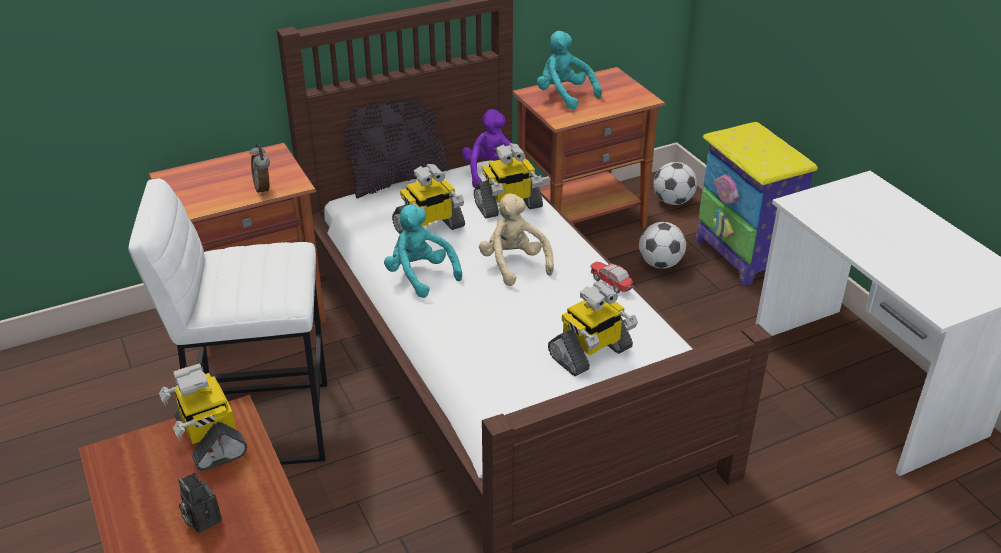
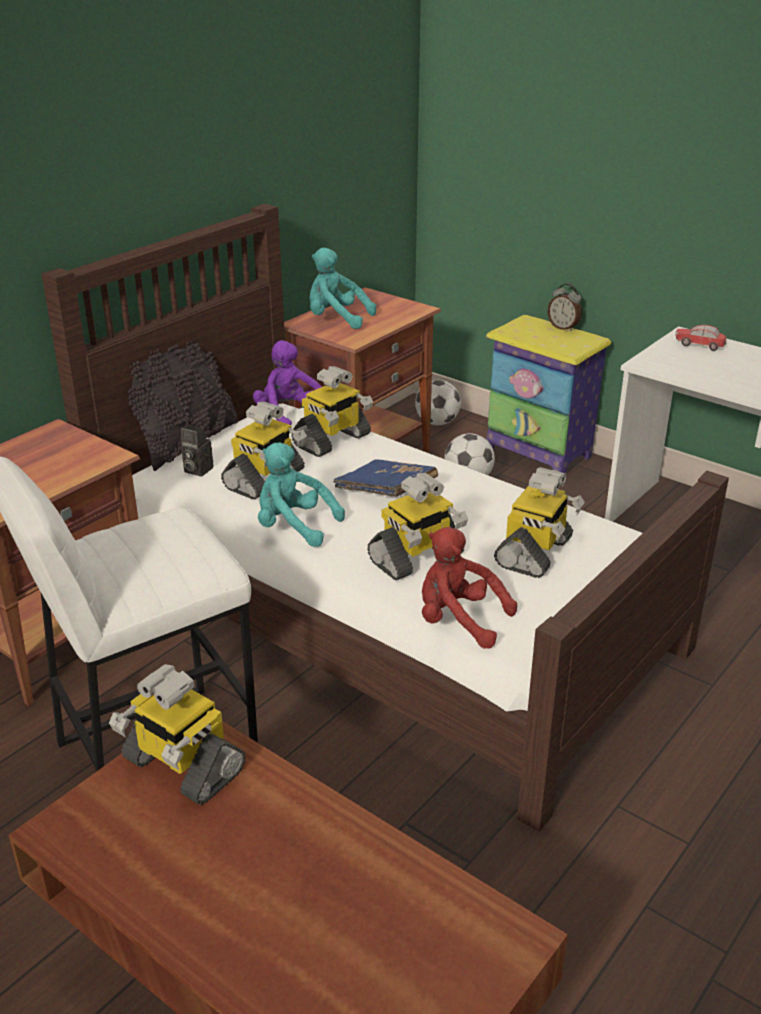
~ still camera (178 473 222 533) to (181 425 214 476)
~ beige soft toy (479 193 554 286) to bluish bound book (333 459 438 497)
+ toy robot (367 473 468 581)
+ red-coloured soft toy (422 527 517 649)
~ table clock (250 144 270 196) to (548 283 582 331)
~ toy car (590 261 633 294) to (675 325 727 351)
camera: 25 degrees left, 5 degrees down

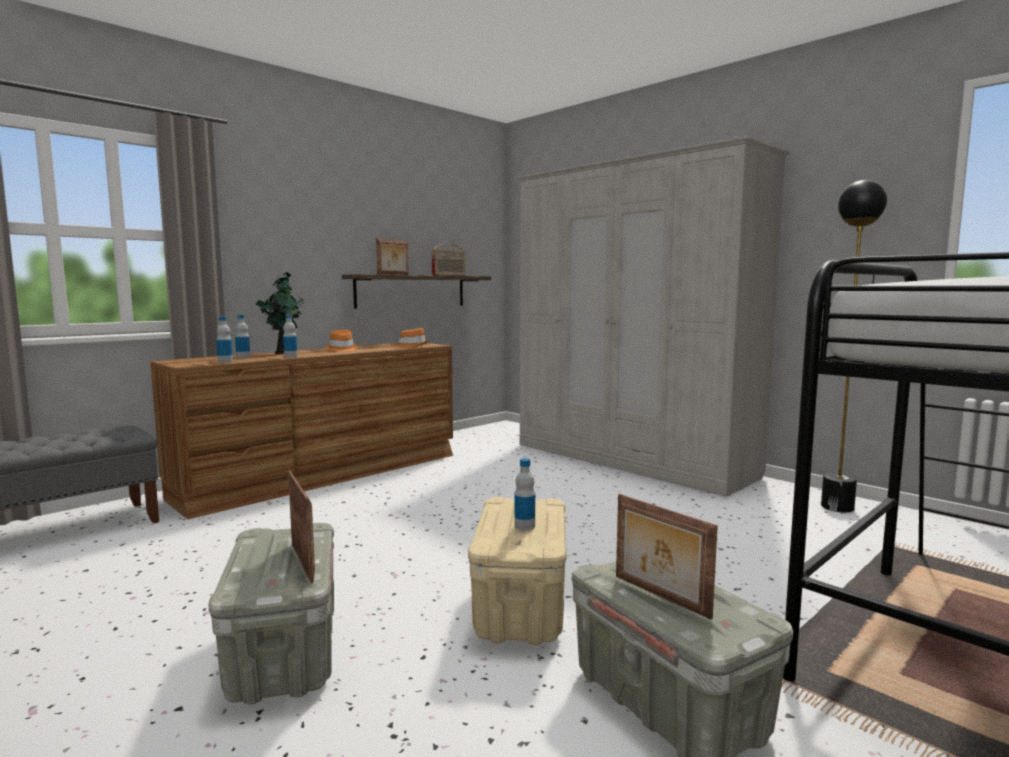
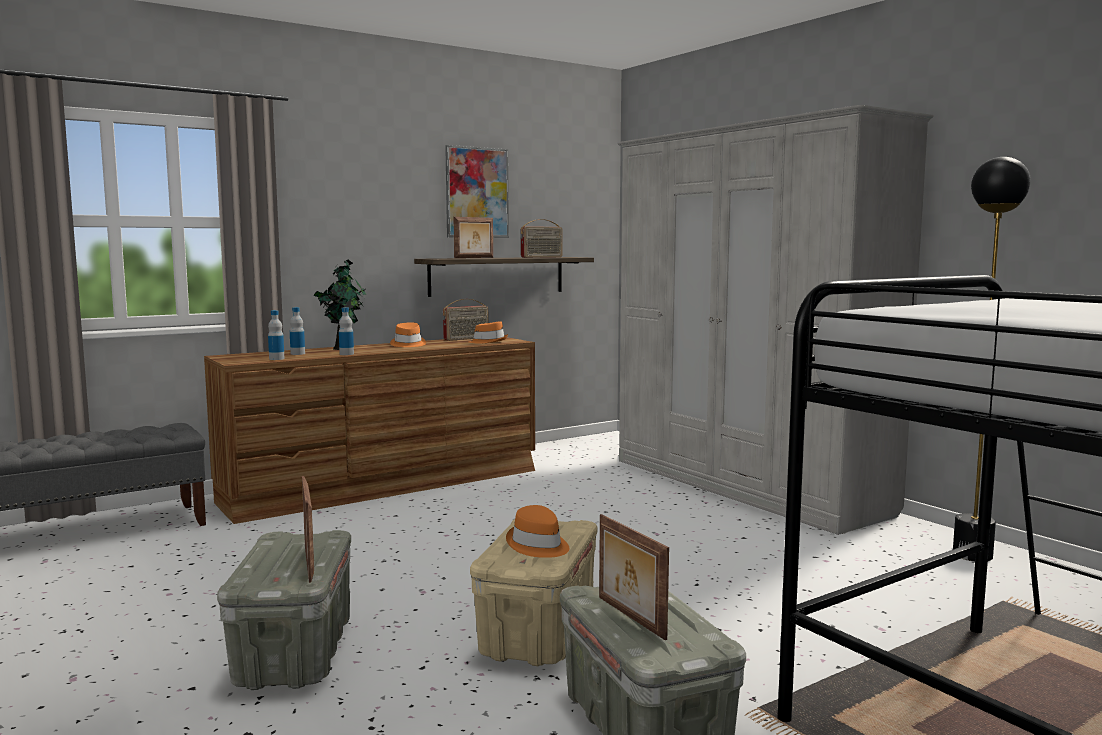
+ radio receiver (443 299 488 341)
+ picture (445 145 509 238)
~ bottle (514 458 535 530) to orange hat (506 505 569 558)
camera: 10 degrees right, 0 degrees up

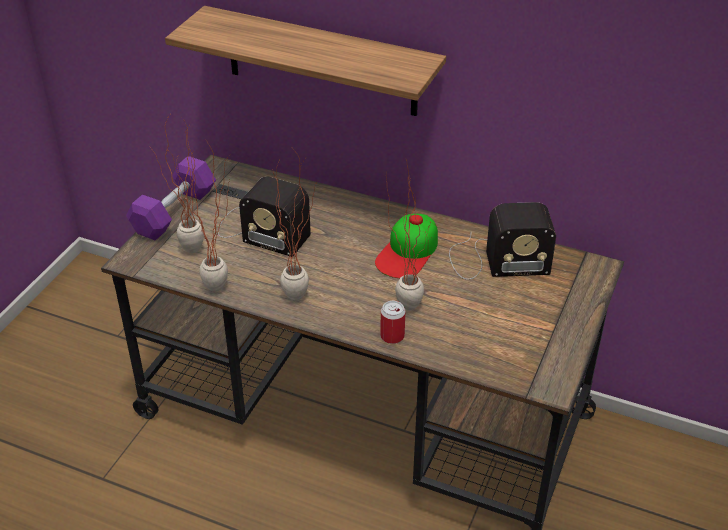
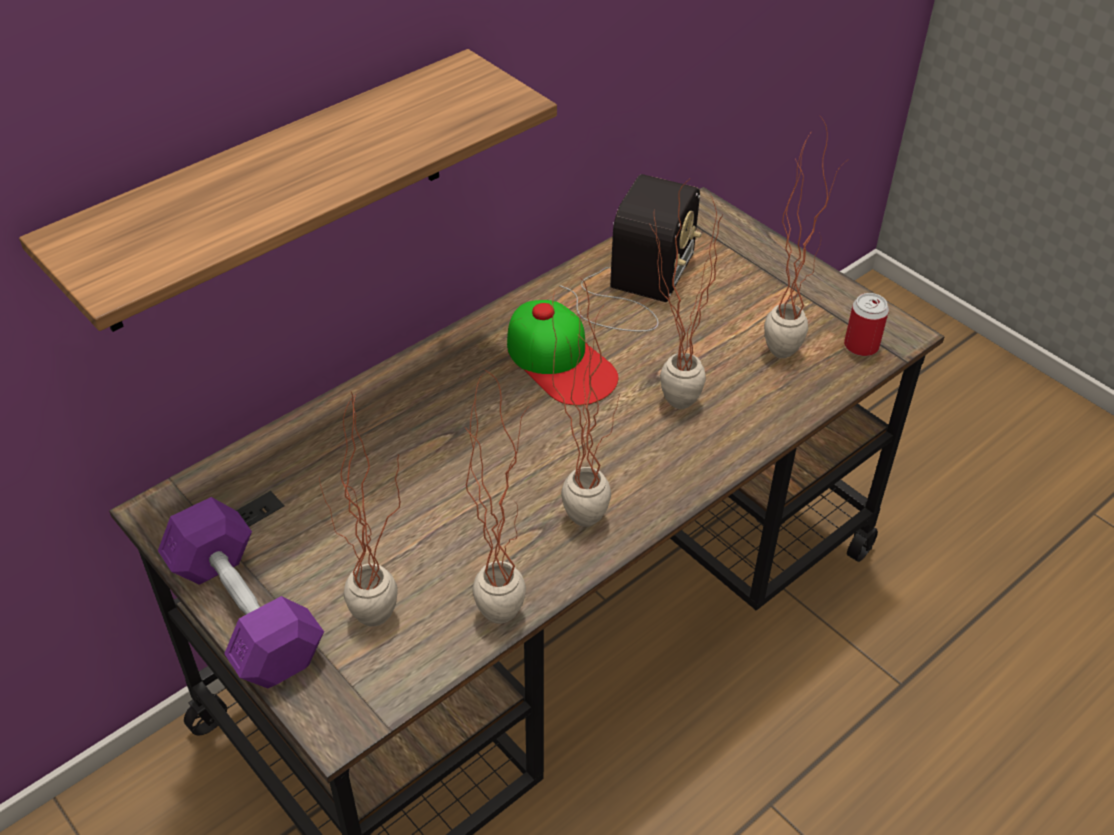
+ potted plant (764 116 845 358)
~ metal can (380 301 405 344) to (844 293 889 356)
- radio receiver (218 176 311 257)
camera: 65 degrees left, 5 degrees up

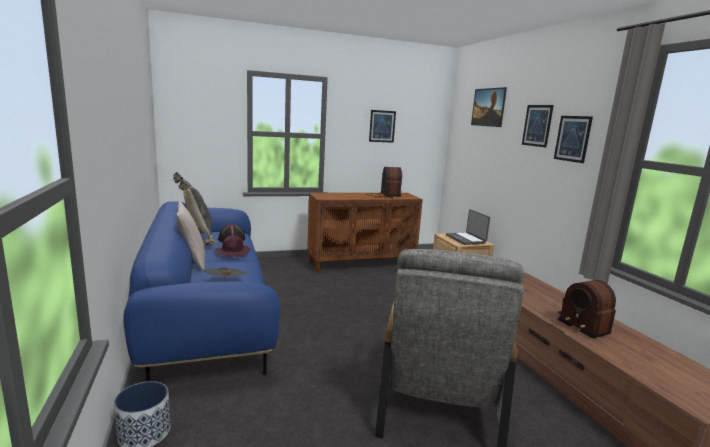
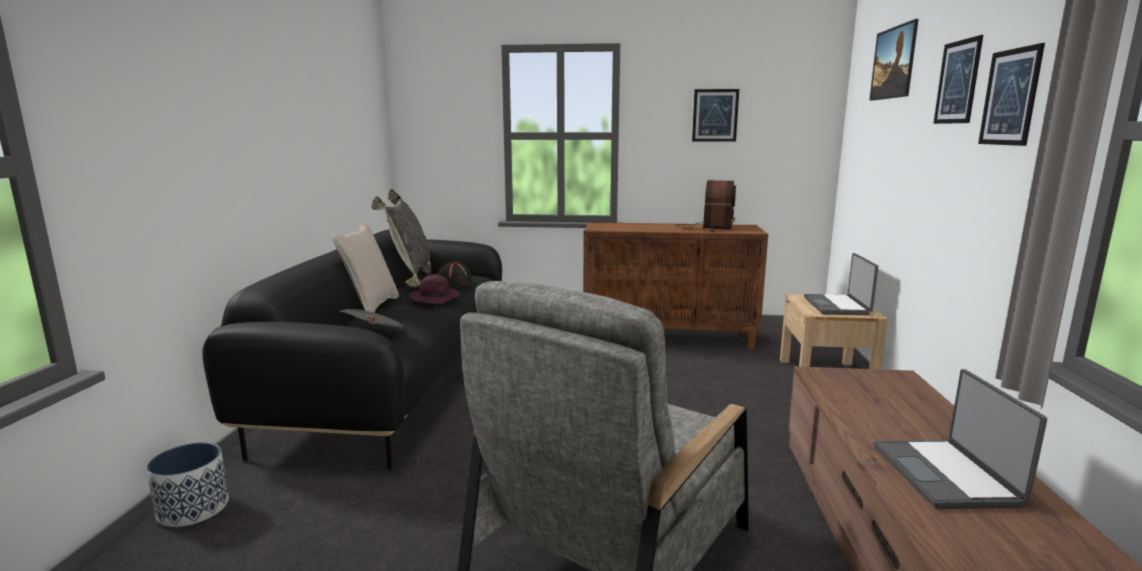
~ bluish settee (123 201 280 382) to black settee (202 229 502 469)
~ radio receiver (558 280 616 338) to laptop (874 369 1047 509)
camera: 25 degrees right, 0 degrees up

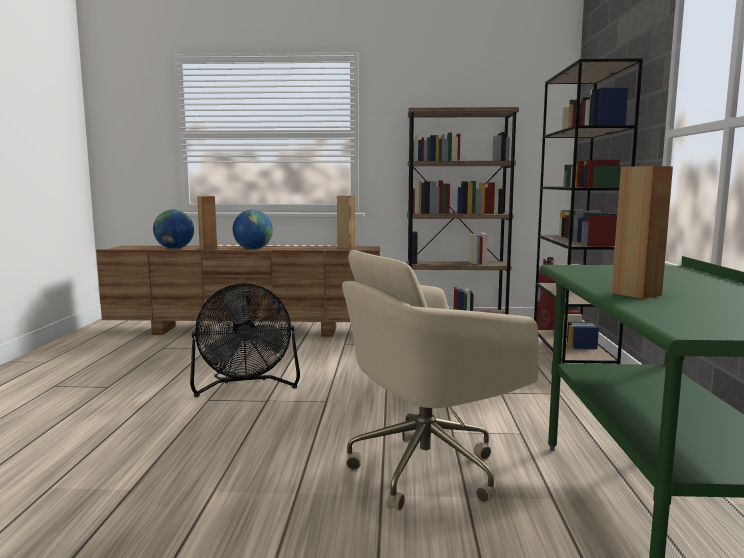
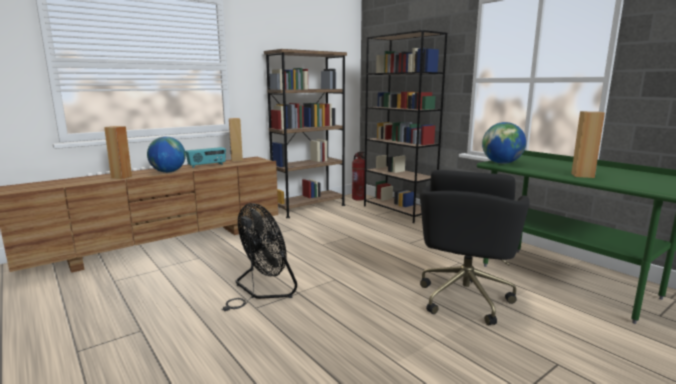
+ radio receiver (185 147 226 168)
~ black electric fan (190 283 300 397) = (221 203 297 311) 75 degrees counterclockwise
~ beige desk chair (342 250 538 511) to black desk chair (420 170 530 325)
~ globe (153 210 194 249) to (482 122 526 164)
camera: 40 degrees left, 5 degrees up

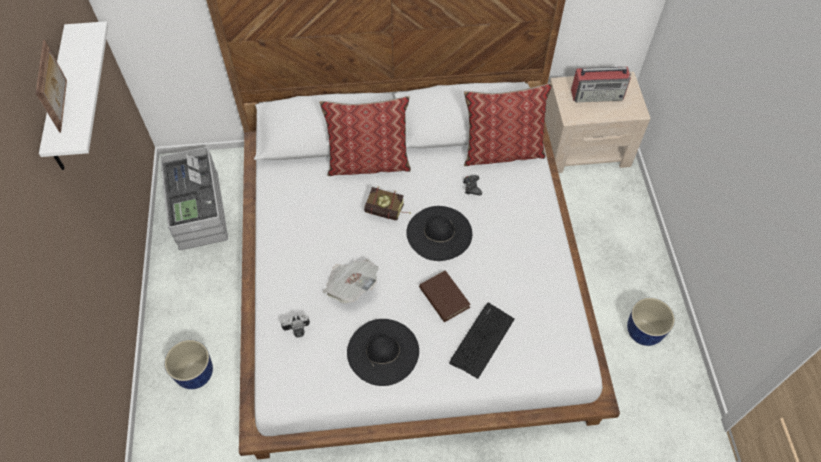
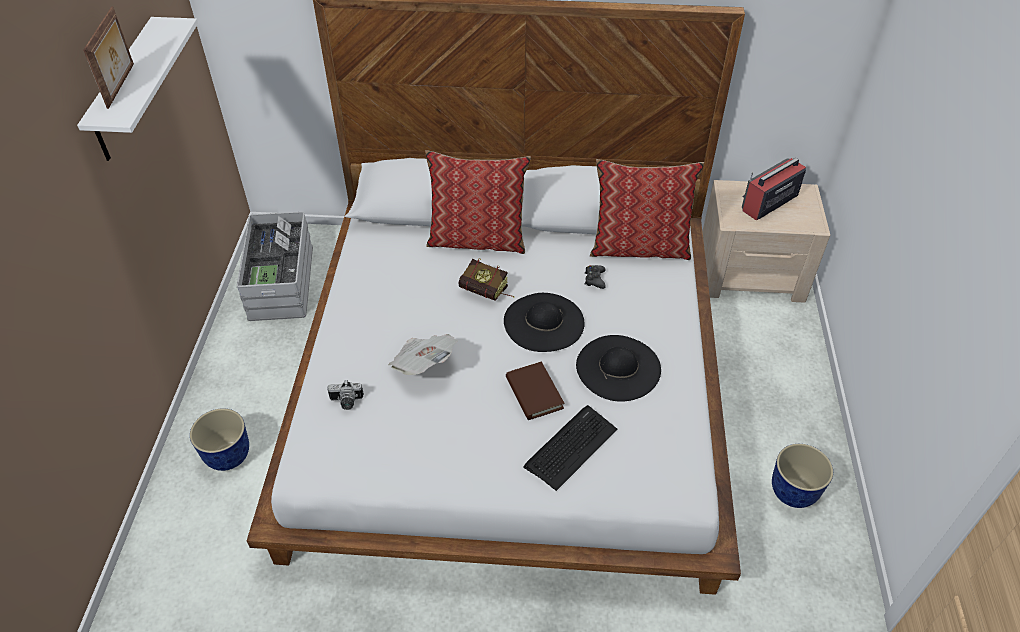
~ black hat (347 319 419 386) to (576 335 661 402)
~ radio receiver (571 67 631 102) = (742 158 806 221) 135 degrees clockwise
camera: 10 degrees right, 10 degrees down

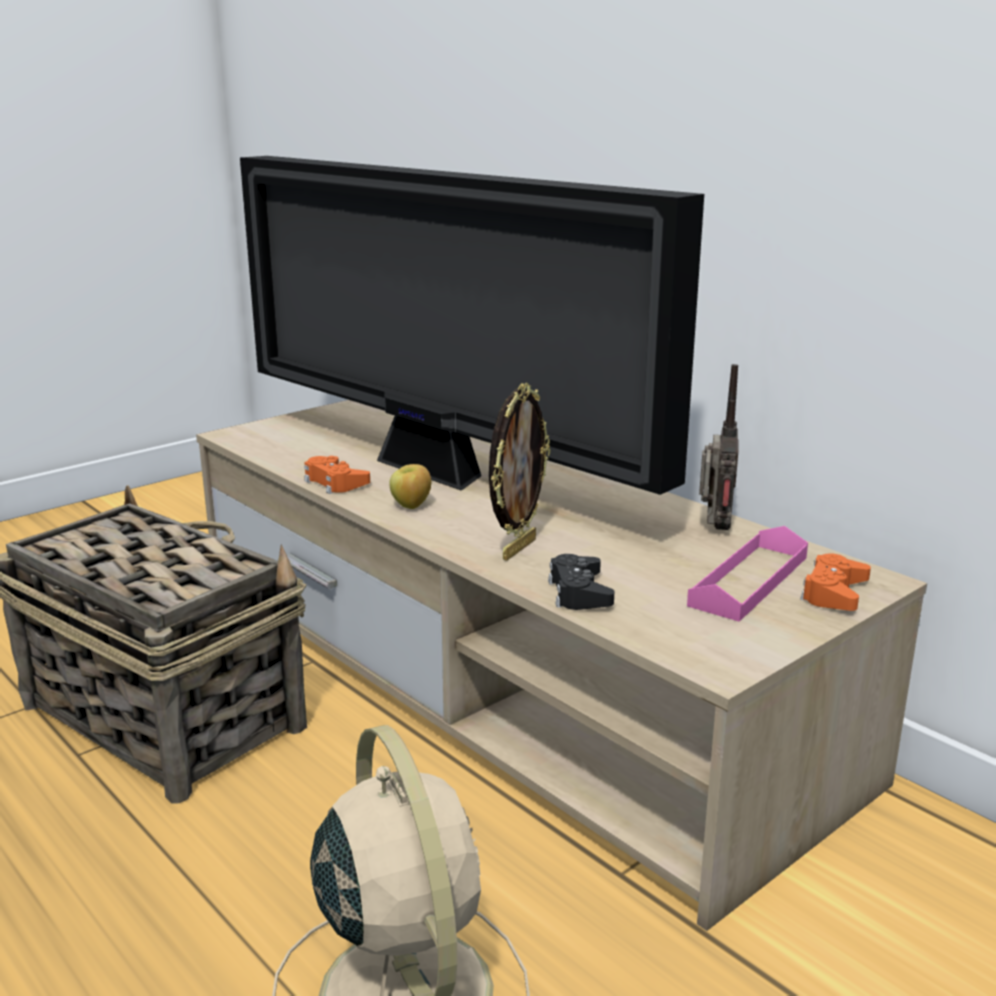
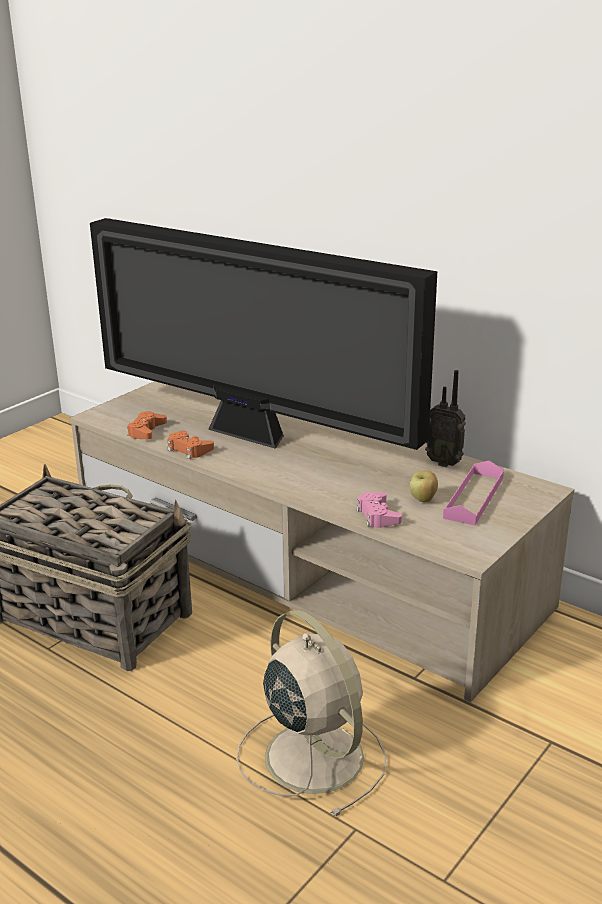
~ orange joypad (800 553 871 611) to (127 411 167 439)
~ black joypad (548 554 614 610) to pink-coloured joypad (356 492 402 528)
~ apple fruit (389 464 431 509) to (409 470 438 502)
~ radio receiver (699 364 739 530) = (425 370 466 467) 120 degrees clockwise
- picture frame (489 383 550 561)
camera: 10 degrees left, 5 degrees up

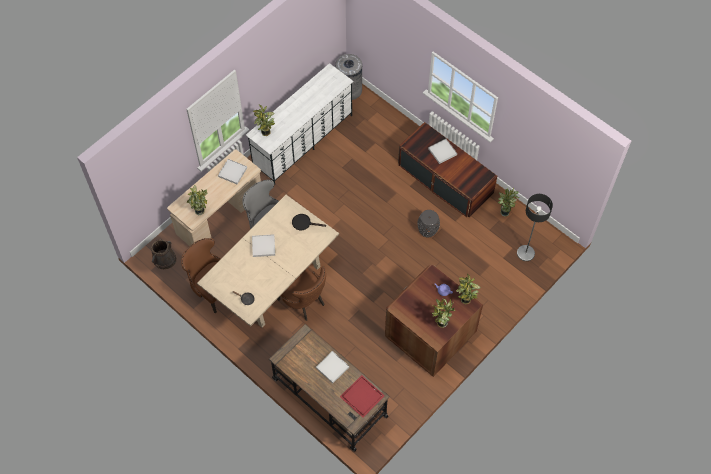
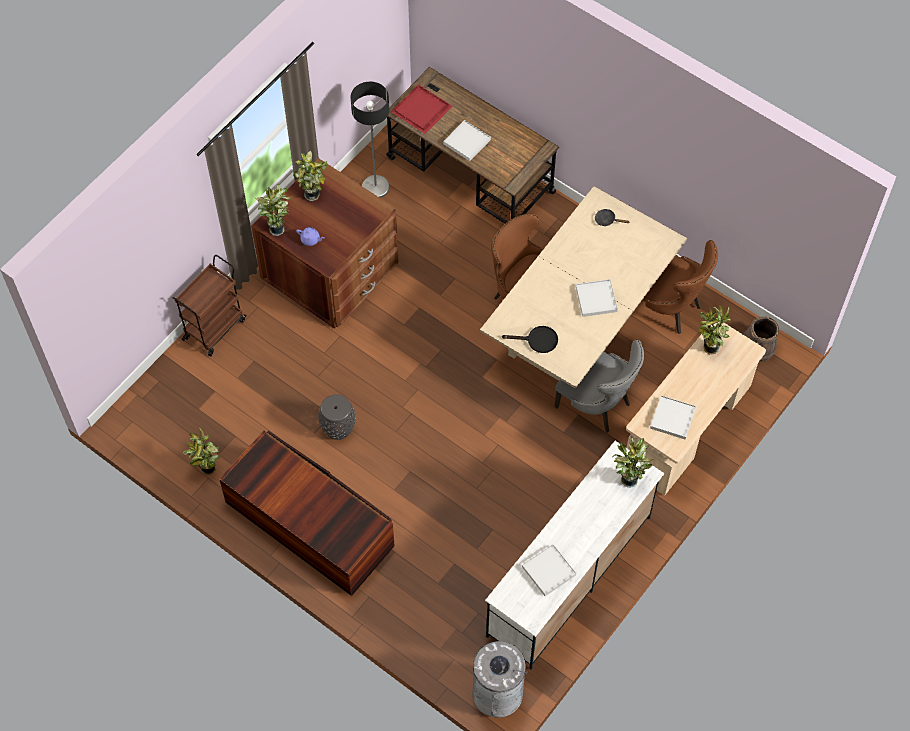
+ brown-coloured wheeled cart (173 255 246 356)
~ floor lamp (517 194 553 261) to (350 82 389 198)
~ whitish carrying tray (428 139 457 164) to (522 544 576 596)
camera: 175 degrees right, 0 degrees up

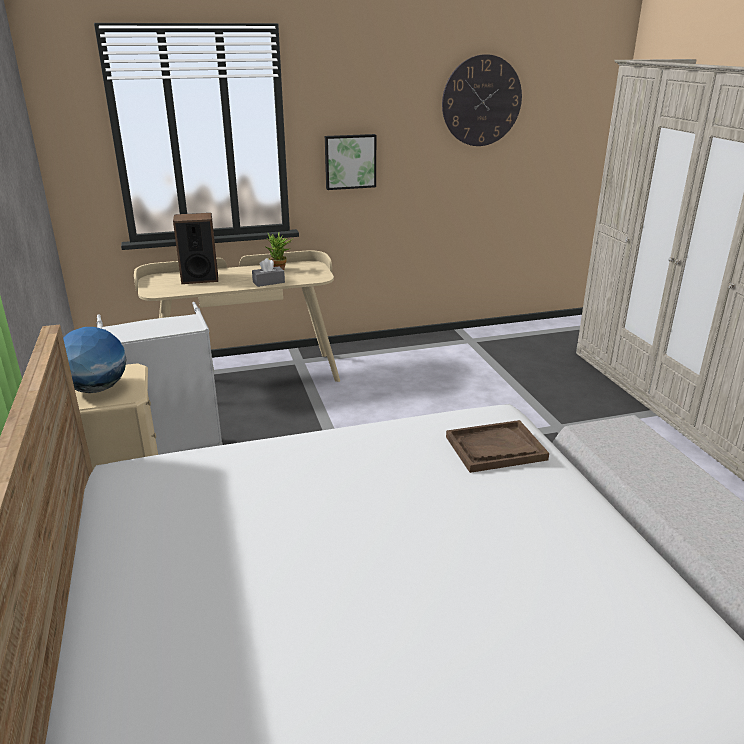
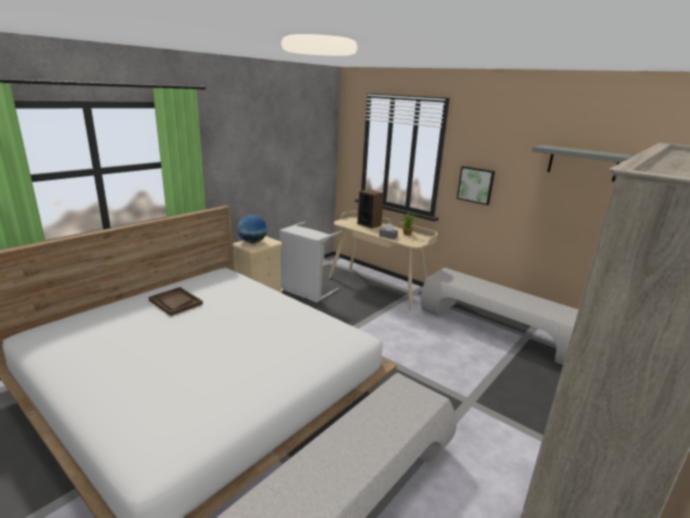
~ brown-coloured carrying tray (446 420 549 473) to (148 287 203 316)
+ gray indoor bench (420 268 578 365)
~ wall clock (442 54 522 146) to gray wall shelf (532 145 634 182)
camera: 55 degrees right, 5 degrees down

